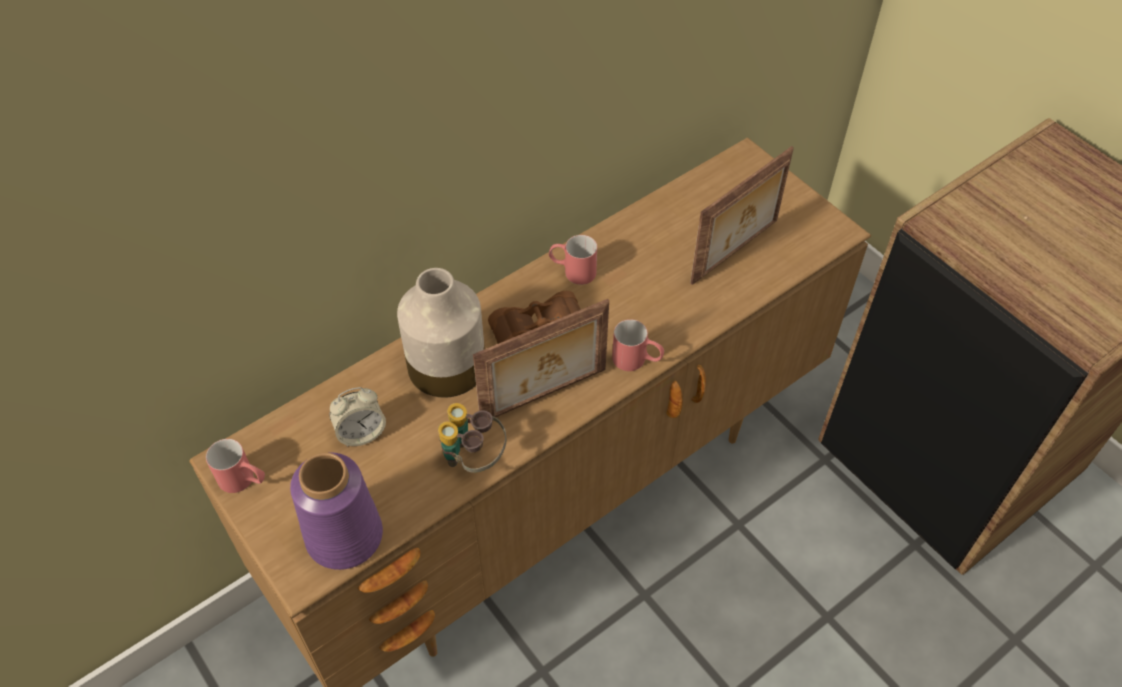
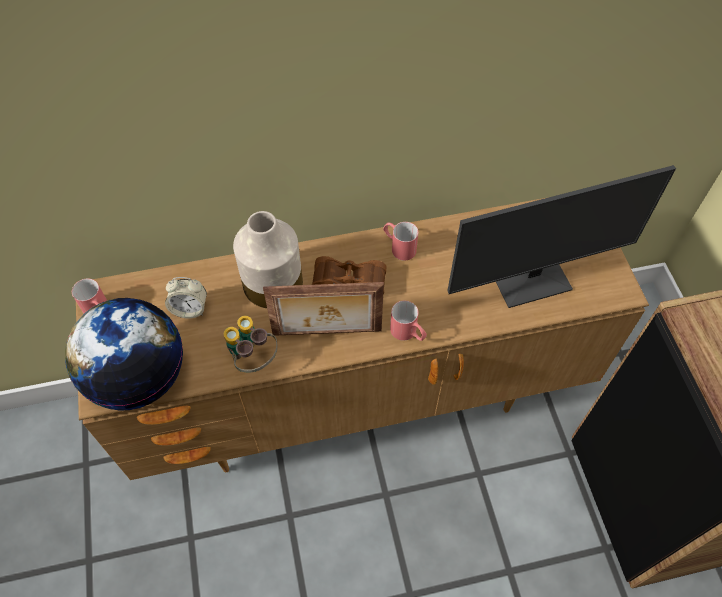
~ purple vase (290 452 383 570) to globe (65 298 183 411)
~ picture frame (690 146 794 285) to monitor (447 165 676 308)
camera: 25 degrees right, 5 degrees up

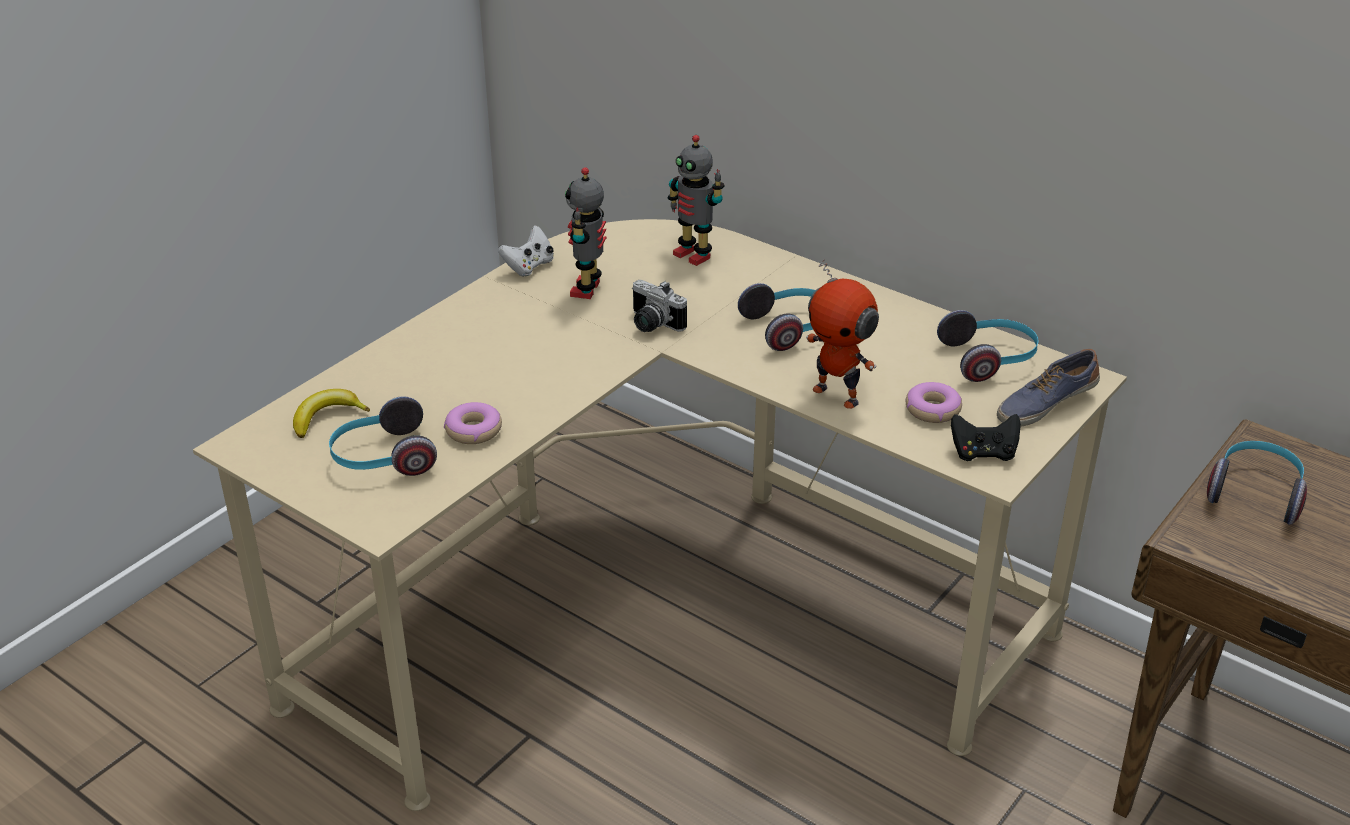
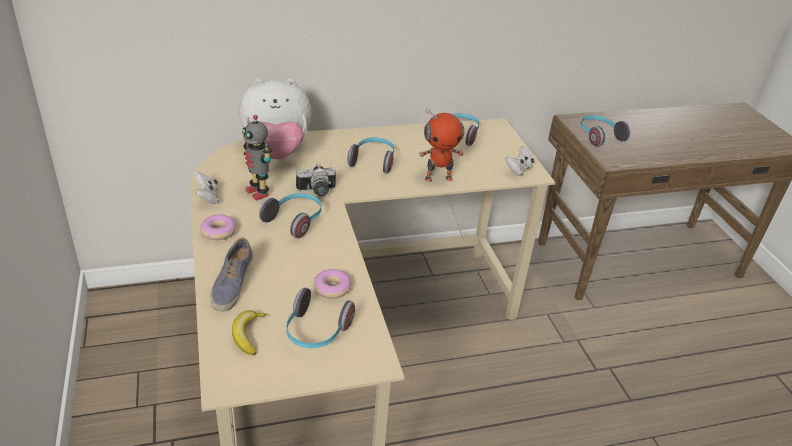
~ donut (905 382 962 423) to (200 215 236 240)
~ item of footwear (997 349 1100 427) to (210 238 253 311)
~ toy robot (668 135 725 266) to soft toy (239 79 311 159)
+ headphones (259 193 321 238)
~ black joypad (951 414 1021 461) to whitish joypad (505 146 534 176)
camera: 55 degrees left, 0 degrees up

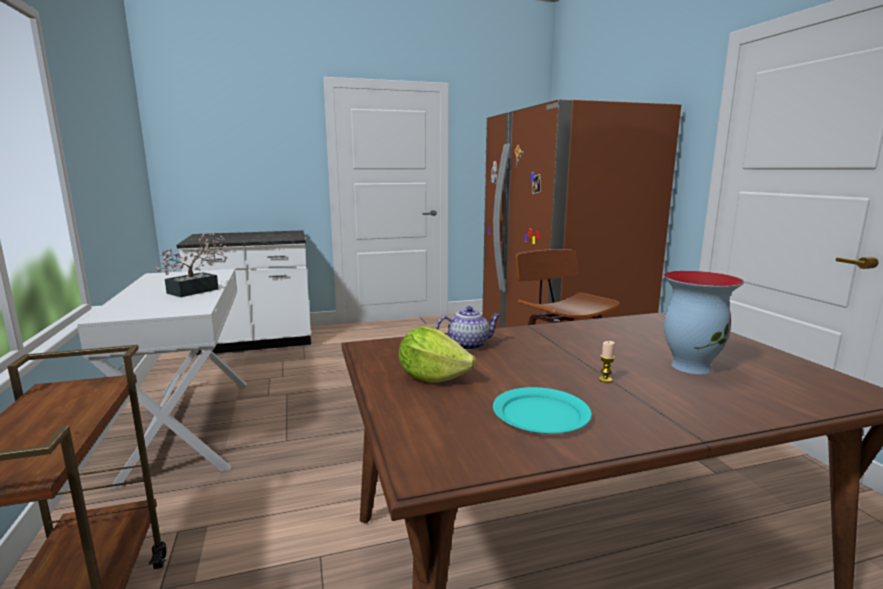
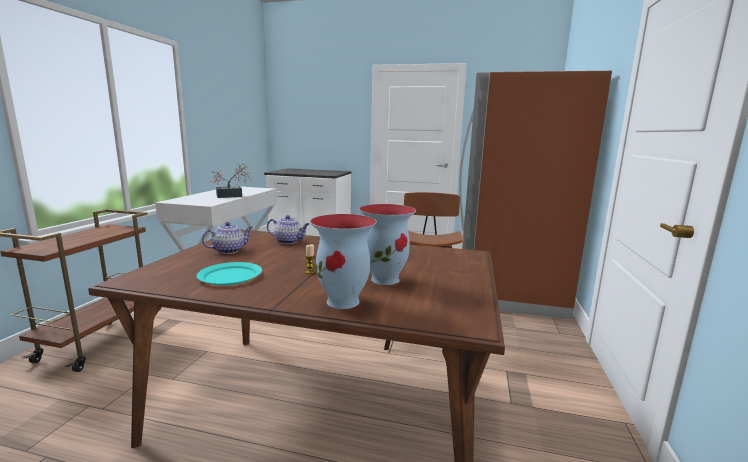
~ lettuce (399 327 476 382) to teapot (202 222 252 254)
+ vase (310 214 377 309)
camera: 30 degrees right, 0 degrees up

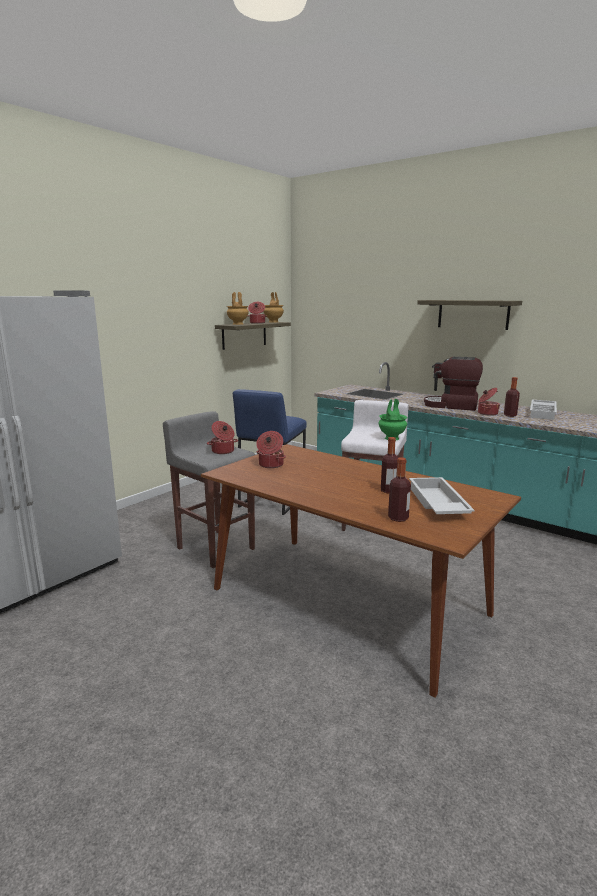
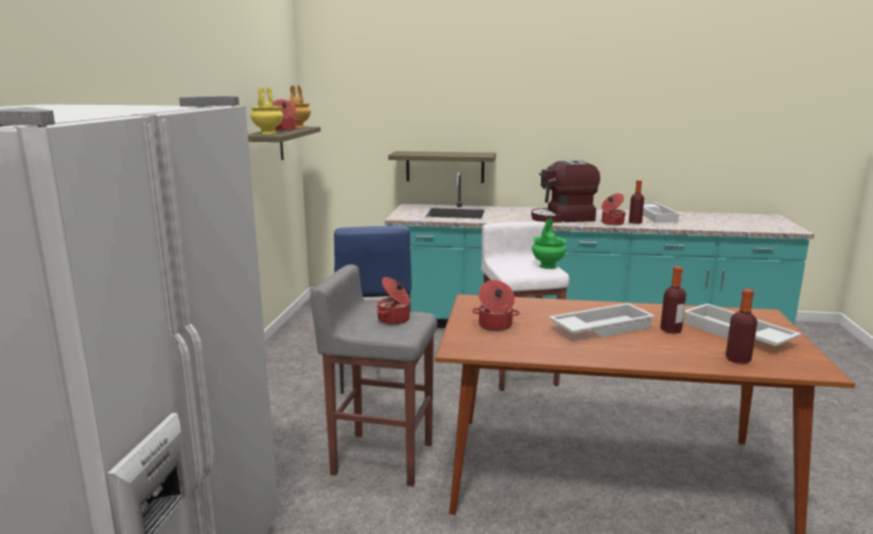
~ brown-coloured vase (227 292 249 325) to yellowish vase (250 87 283 134)
~ wall shelf (417 300 522 330) to (388 151 496 183)
+ whitish carrying tray (549 303 655 337)
camera: 30 degrees left, 0 degrees up

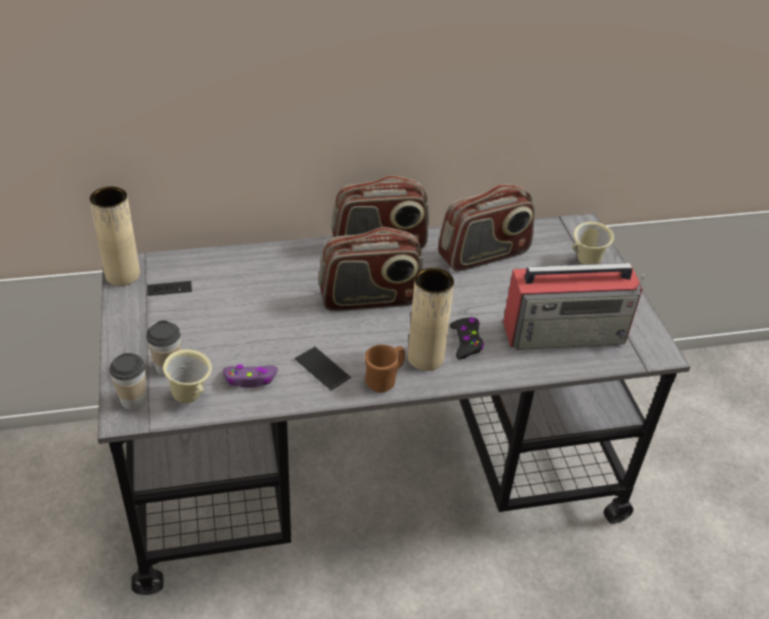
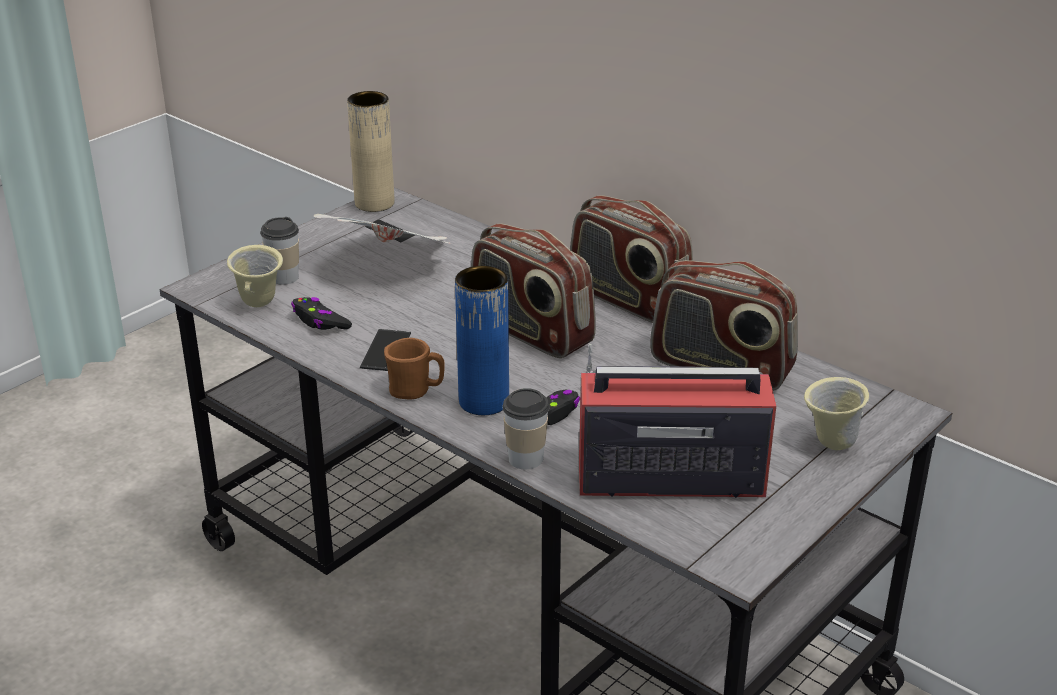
~ purple joypad (223 364 278 388) to black joypad (291 297 352 330)
+ newspaper (314 214 449 243)
~ beige vase (408 268 454 371) to bluish vase (455 266 509 415)
~ cup (109 353 146 410) to (502 388 549 469)
~ radio receiver (503 263 644 350) = (579 344 776 498) 135 degrees clockwise
camera: 55 degrees right, 10 degrees down

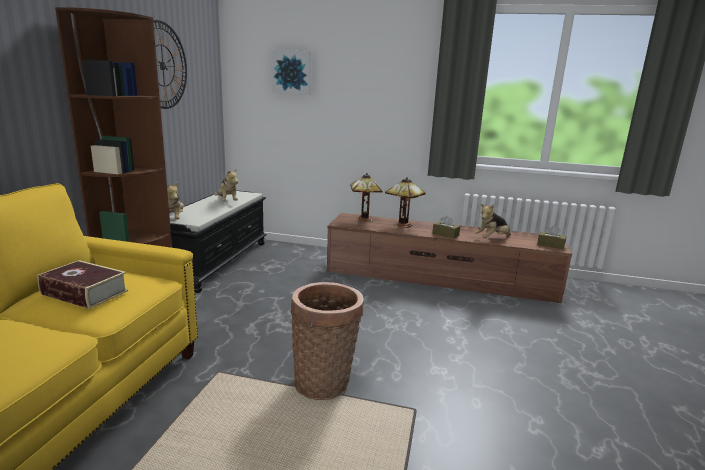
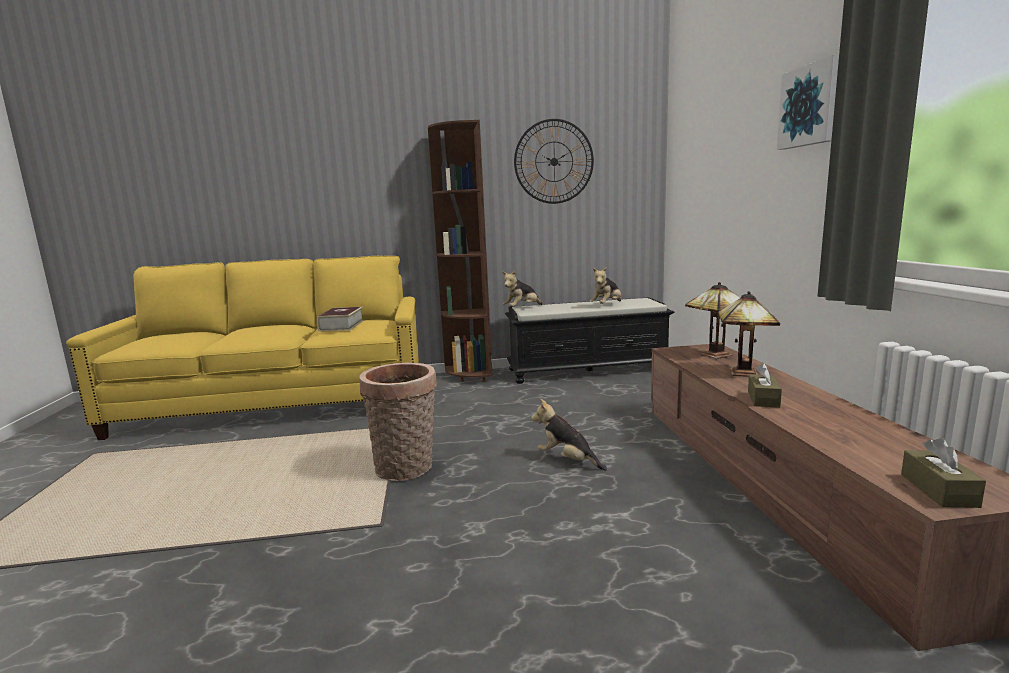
~ soft toy (475 204 511 238) to (531 399 607 471)
~ picture (272 50 313 95) to (777 54 839 150)
camera: 70 degrees right, 5 degrees down

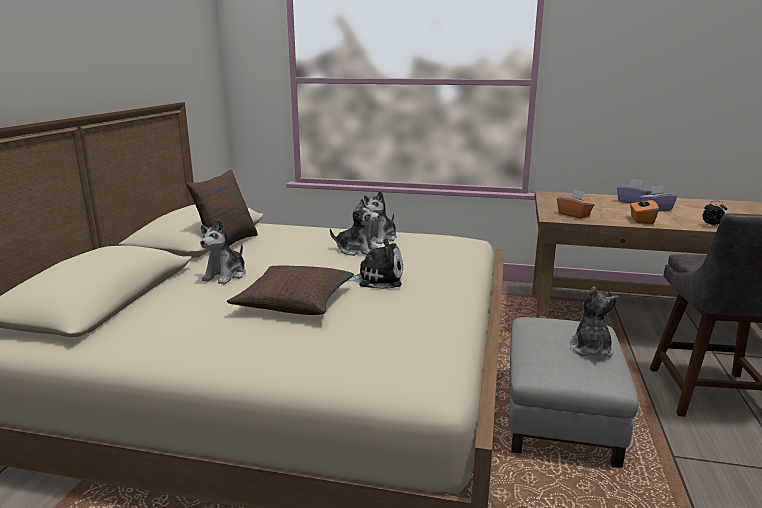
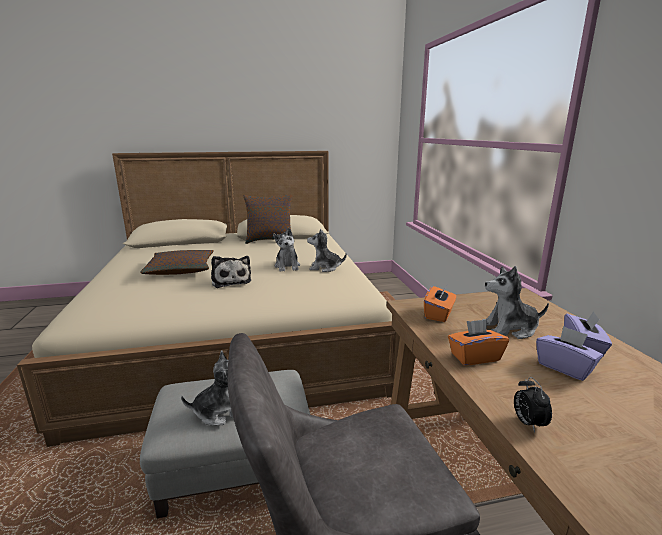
~ soft toy (200 220 246 284) to (482 266 549 339)
camera: 65 degrees right, 0 degrees up

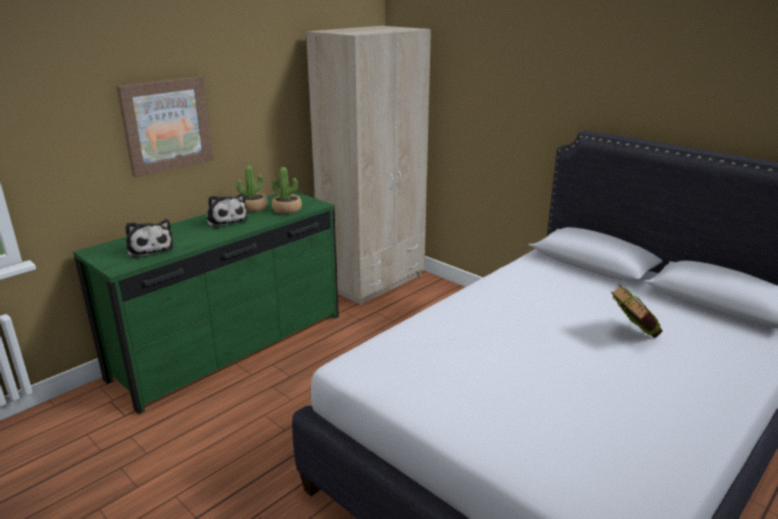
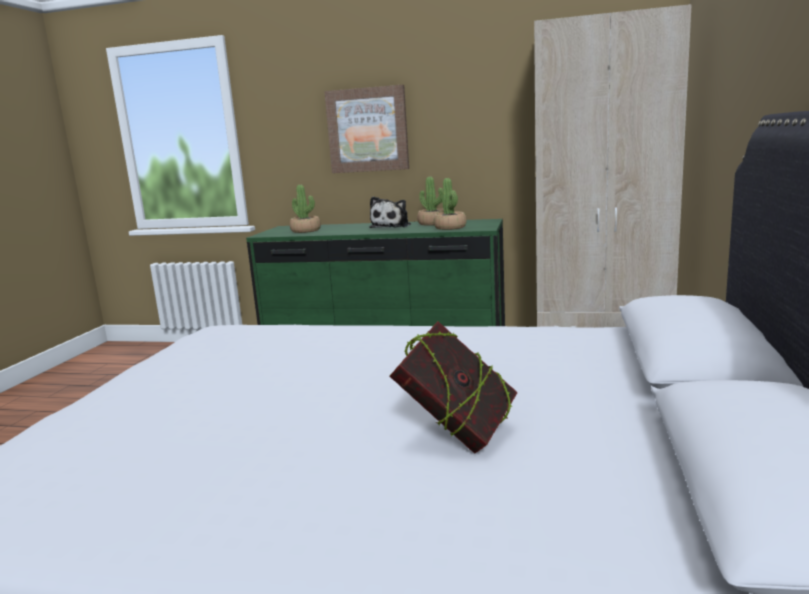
~ soft toy (126 219 174 259) to potted plant (290 185 321 233)
camera: 60 degrees right, 10 degrees down

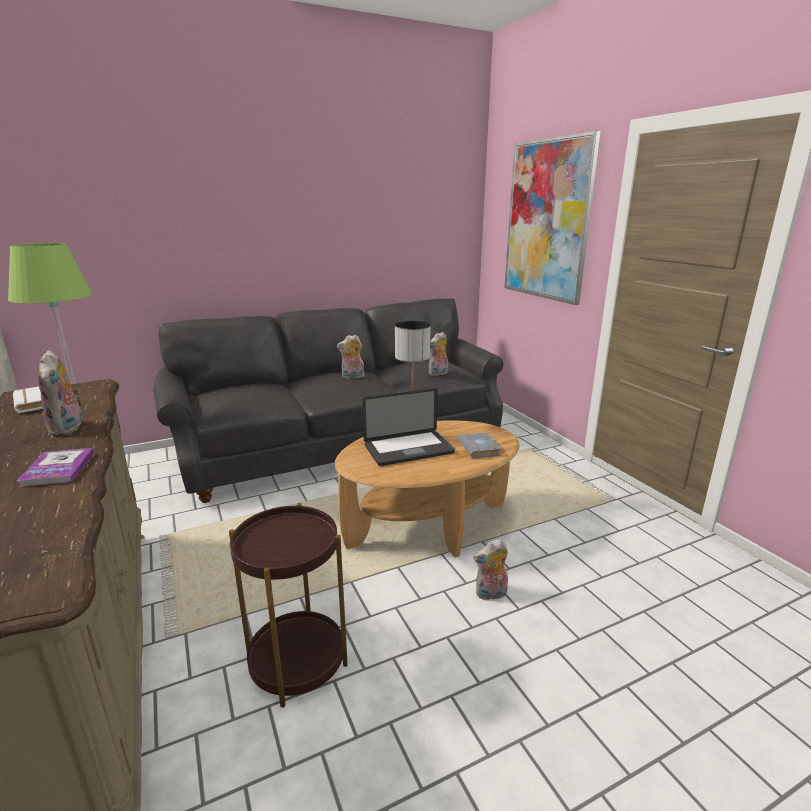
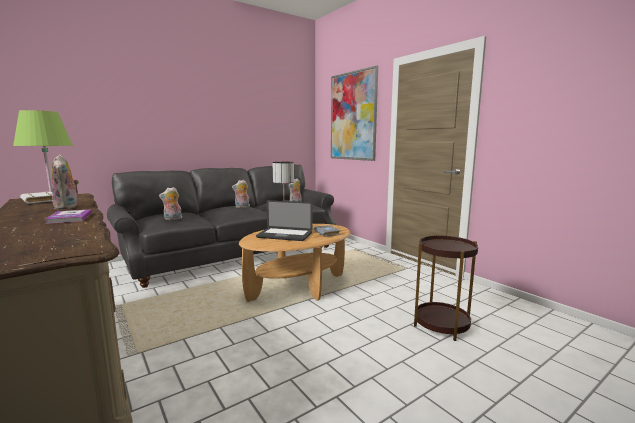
~ soft toy (473 539 508 601) to (159 187 182 220)
~ laptop (362 388 455 466) = (256 200 313 241) 45 degrees clockwise
~ brown-coloured side table (229 503 348 707) to (414 234 478 341)
camera: 10 degrees left, 10 degrees down

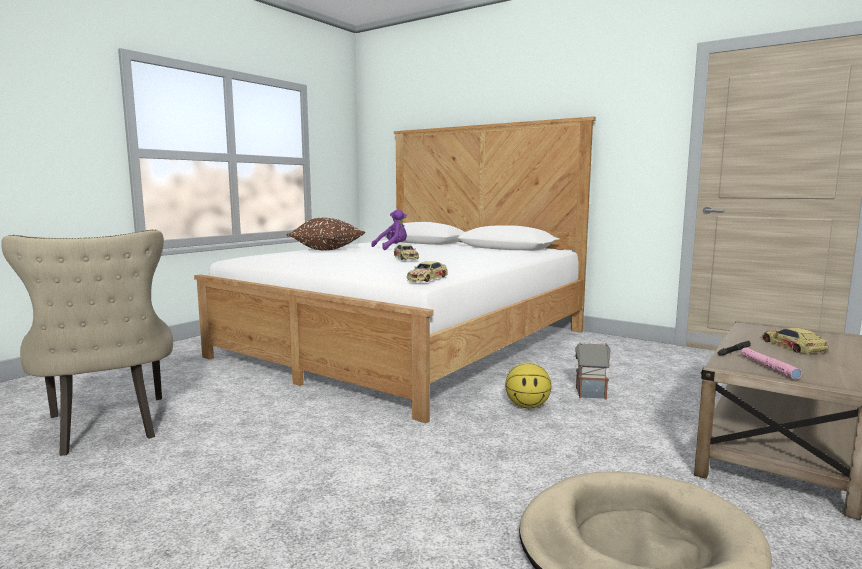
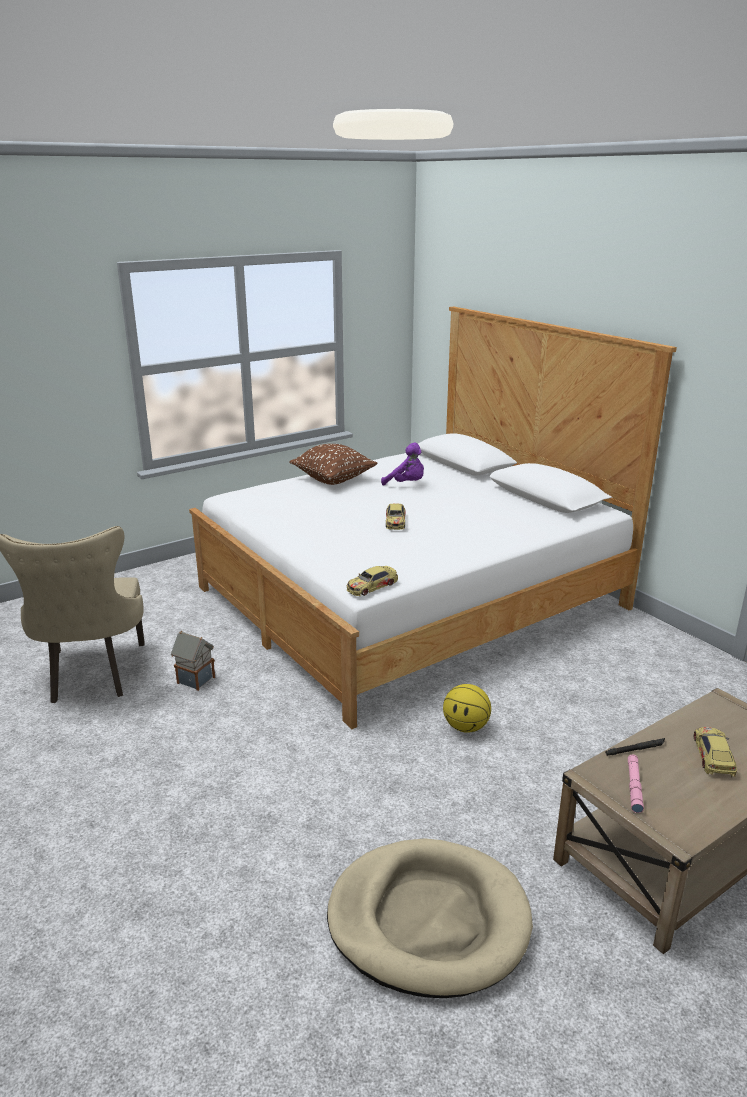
~ miniature house (575 343 611 400) to (171 631 215 691)
~ purple soft toy (371 209 407 250) = (381 443 424 486) 45 degrees clockwise
camera: 20 degrees right, 15 degrees up

